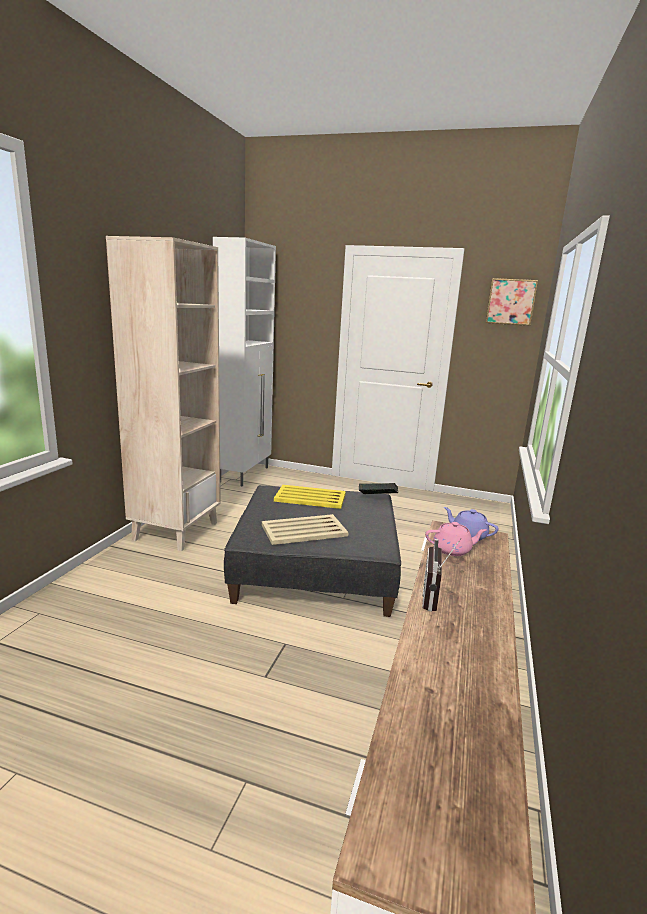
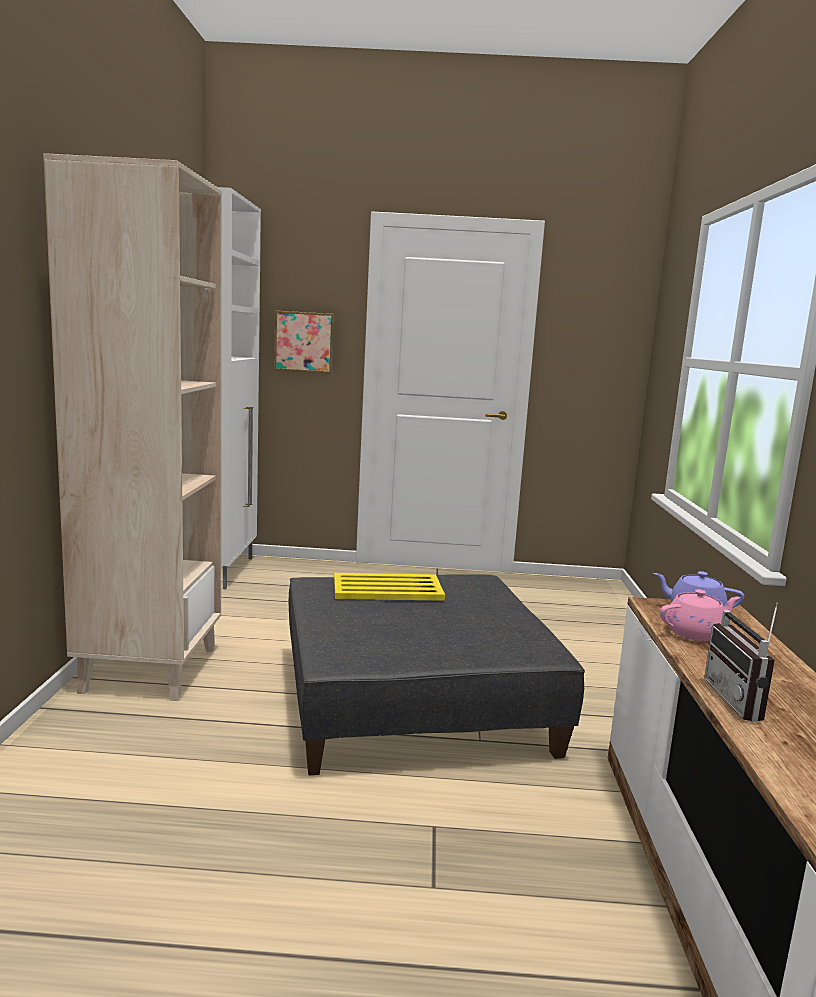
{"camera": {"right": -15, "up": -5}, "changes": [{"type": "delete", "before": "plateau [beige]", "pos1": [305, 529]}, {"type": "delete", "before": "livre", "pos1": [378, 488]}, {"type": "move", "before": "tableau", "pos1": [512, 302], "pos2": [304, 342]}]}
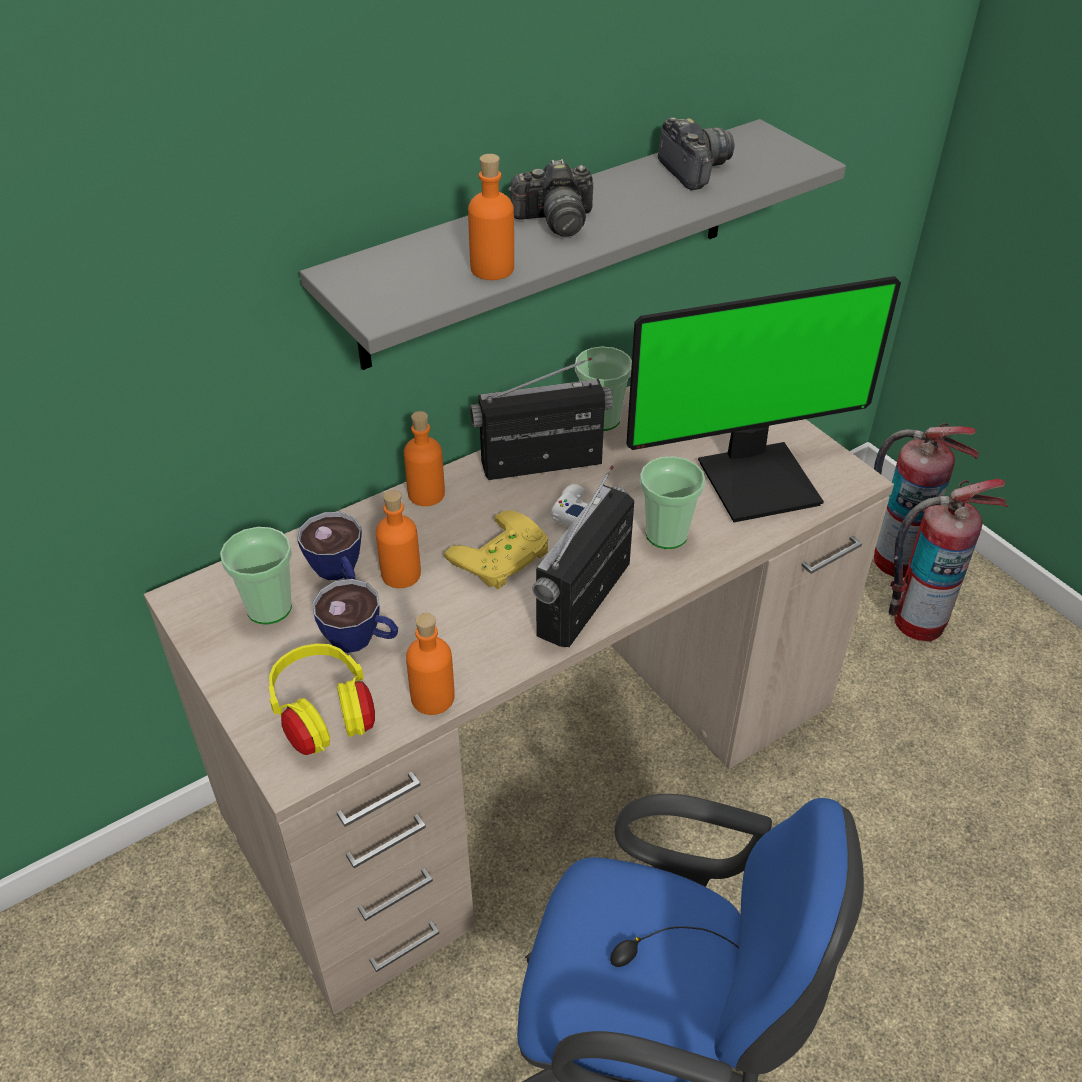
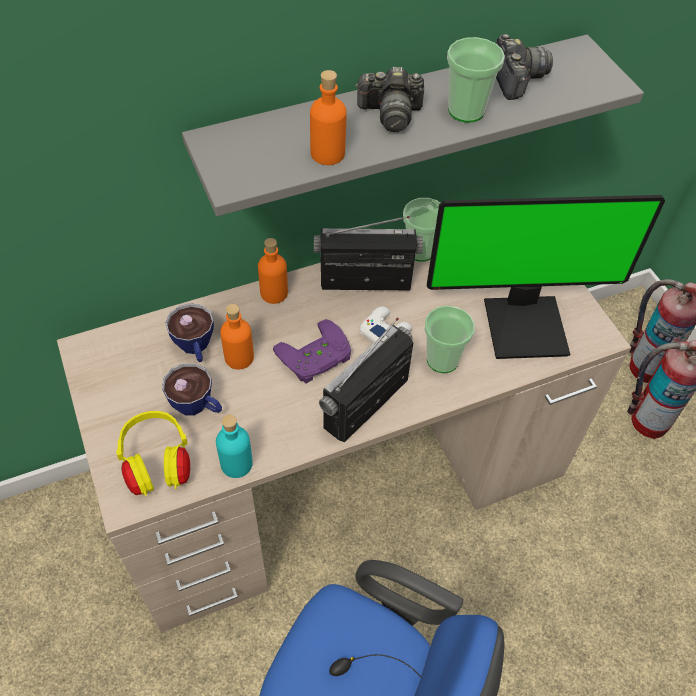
{"camera": {"right": 10, "up": 10}, "changes": [{"type": "move", "before": "tasse", "pos1": [256, 576], "pos2": [476, 80]}, {"type": "recolor", "before": "bouteille [orange]", "after": "bouteille [turquoise]", "pos1": [430, 664], "pos2": [234, 446]}, {"type": "recolor", "before": "manette [jaune]", "after": "manette [violet]", "pos1": [496, 550], "pos2": [312, 351]}]}
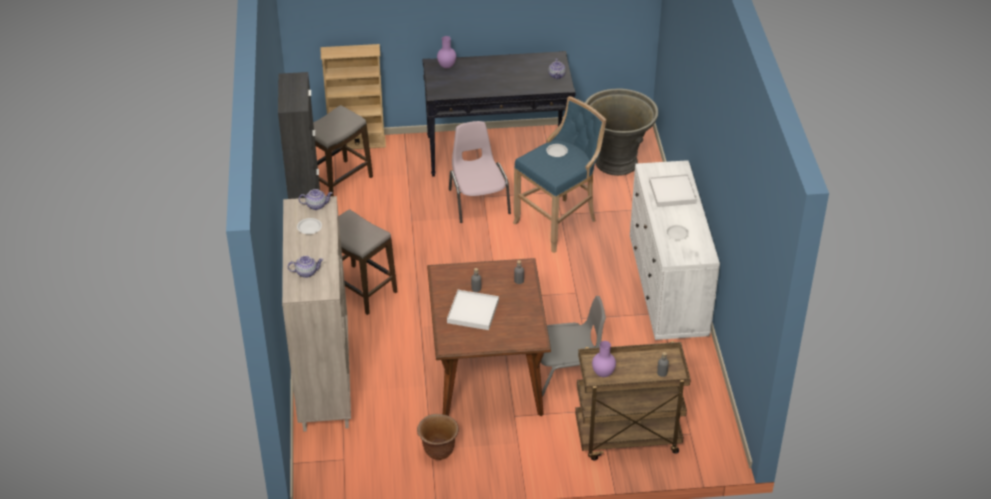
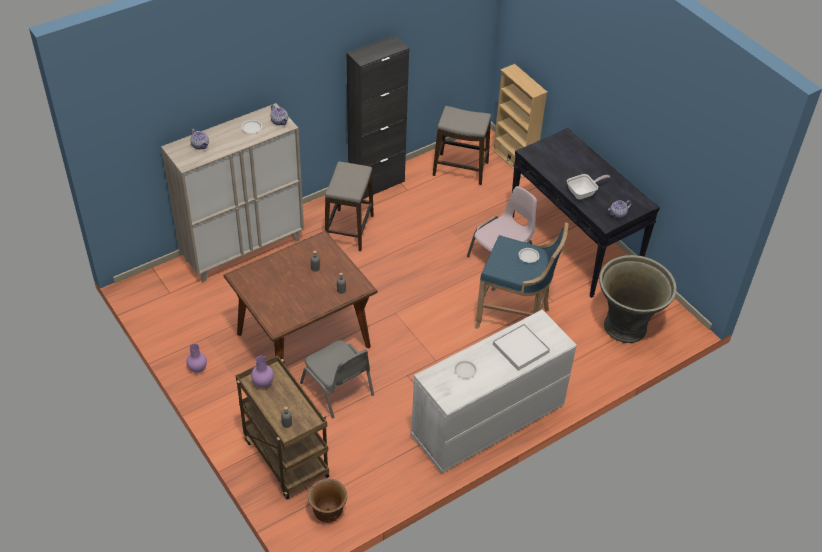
{"camera": {"right": 60, "up": 5}, "changes": [{"type": "move", "before": "cache-pot [marron]", "pos1": [438, 437], "pos2": [327, 501]}, {"type": "move", "before": "vase [violet]", "pos1": [446, 52], "pos2": [197, 358]}, {"type": "delete", "before": "plateau [blanc]", "pos1": [473, 310]}, {"type": "insert", "after": "poêle", "pos2": [588, 187]}]}
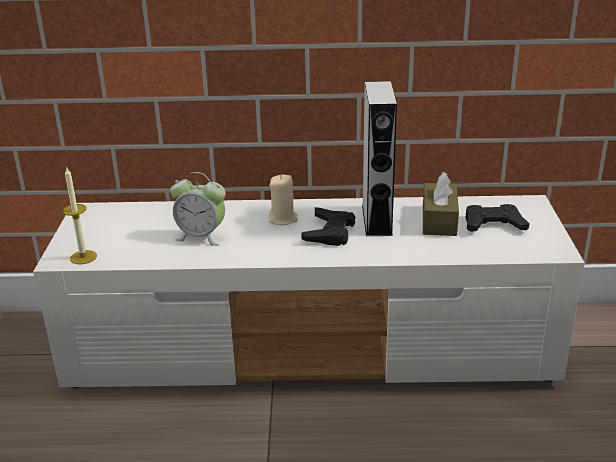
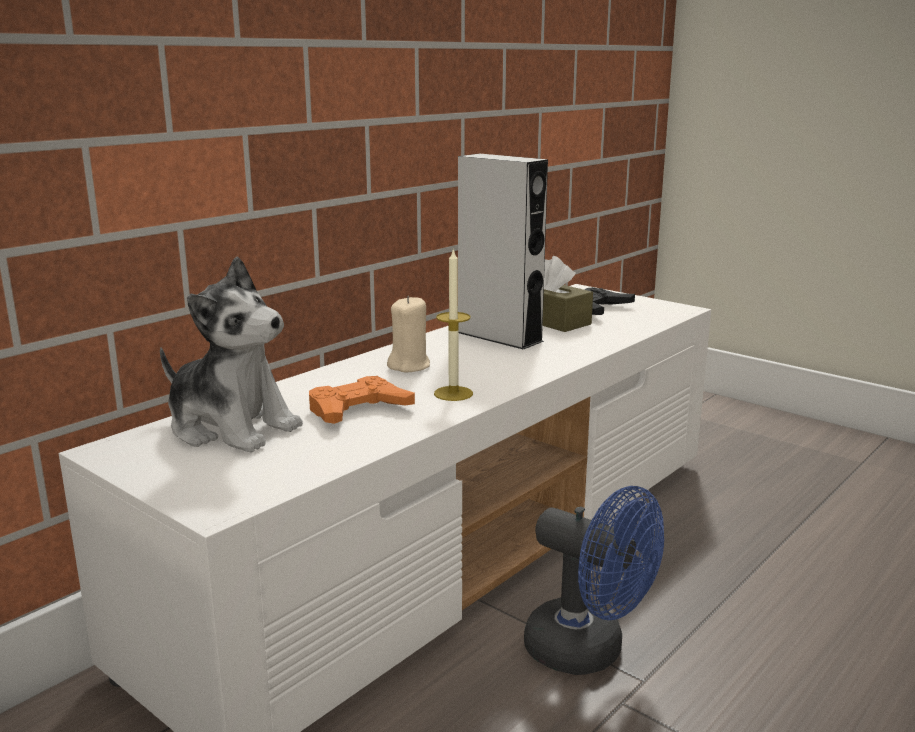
{"camera": {"right": -50, "up": -10}, "changes": [{"type": "move", "before": "bougie", "pos1": [80, 215], "pos2": [453, 324]}, {"type": "replace", "before": "réveil", "after": "manette [orange]", "pos1": [198, 209], "pos2": [362, 400]}, {"type": "delete", "before": "manette [noir]", "pos1": [328, 226]}, {"type": "insert", "after": "peluche", "pos2": [231, 354]}, {"type": "insert", "after": "ventilateur [bleu]", "pos2": [594, 580]}]}
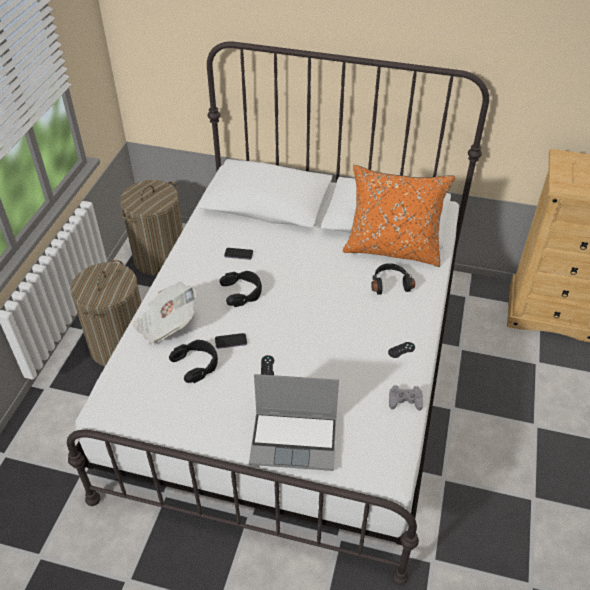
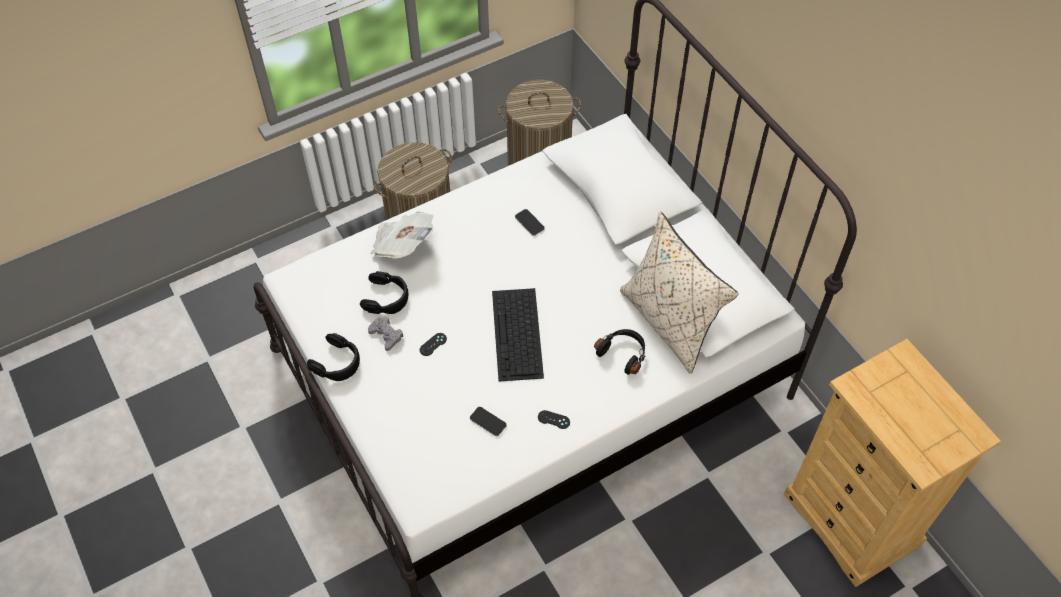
{"camera": {"right": 45, "up": 10}, "changes": [{"type": "move", "before": "téléphone", "pos1": [231, 341], "pos2": [488, 421]}, {"type": "move", "before": "casque audio [noir]", "pos1": [240, 289], "pos2": [333, 357]}, {"type": "delete", "before": "ordinateur portable", "pos1": [294, 422]}, {"type": "recolor", "before": "coussin [orange]", "after": "coussin [beige]", "pos1": [399, 216], "pos2": [679, 293]}, {"type": "move", "before": "manette [gris]", "pos1": [406, 398], "pos2": [385, 333]}, {"type": "insert", "after": "clavier", "pos2": [518, 334]}]}
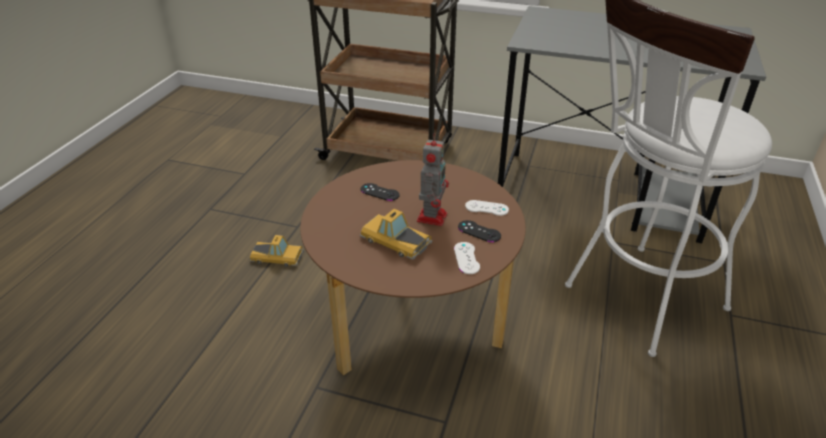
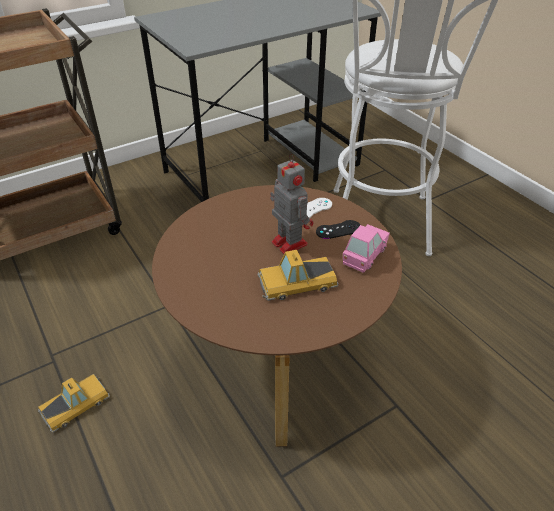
{"camera": {"right": -50, "up": 5}, "changes": [{"type": "delete", "before": "manette [noir]", "pos1": [380, 192]}, {"type": "replace", "before": "manette [blanc]", "after": "petite voiture [rose]", "pos1": [467, 258], "pos2": [366, 248]}]}
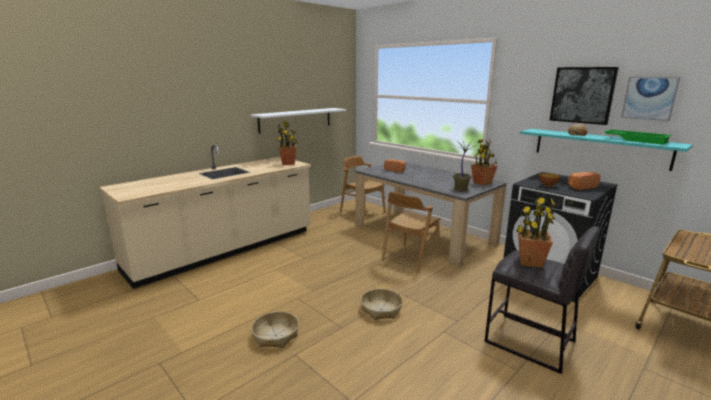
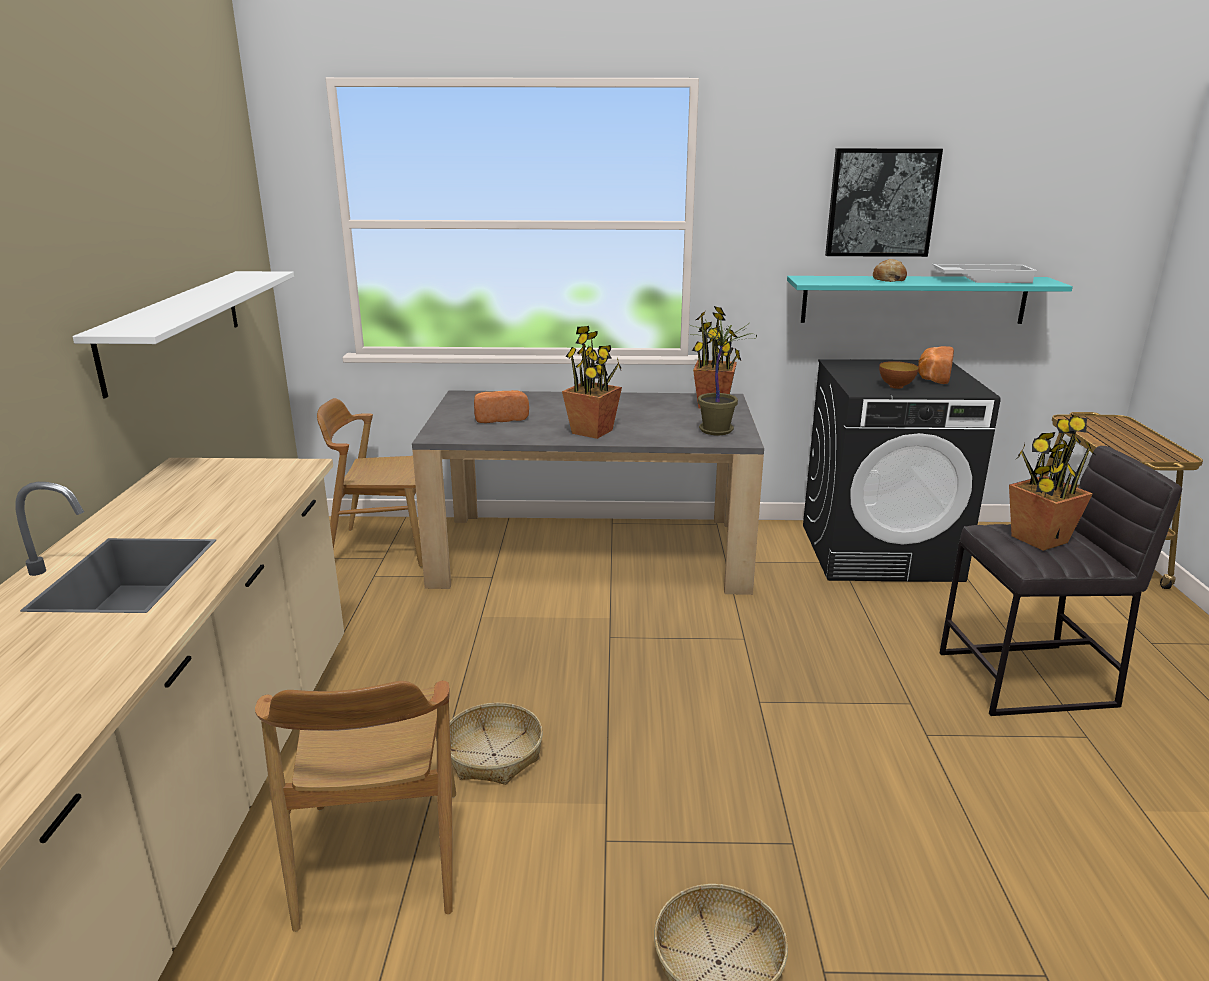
{"camera": {"right": -45, "up": 5}, "changes": [{"type": "move", "before": "plante en pot", "pos1": [287, 143], "pos2": [592, 382]}, {"type": "move", "before": "panier", "pos1": [382, 304], "pos2": [496, 744]}, {"type": "move", "before": "chaise [marron]", "pos1": [411, 232], "pos2": [355, 806]}, {"type": "recolor", "before": "plateau [vert]", "after": "plateau [blanc]", "pos1": [637, 137], "pos2": [985, 273]}, {"type": "delete", "before": "tableau", "pos1": [650, 99]}]}
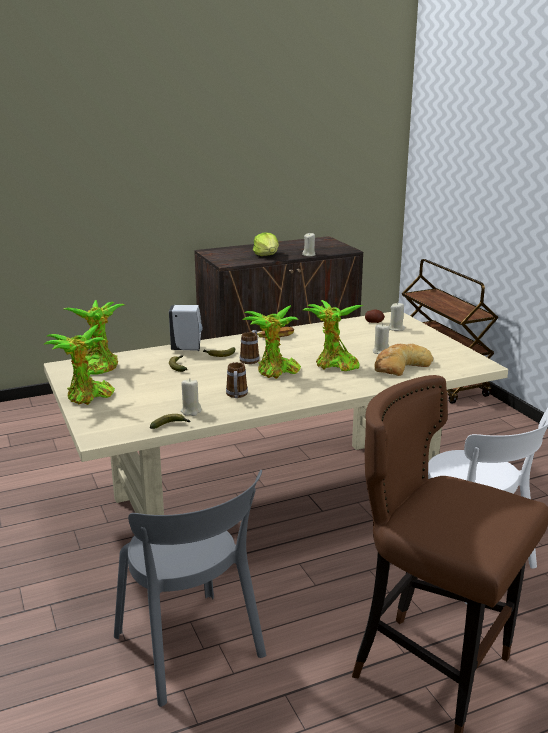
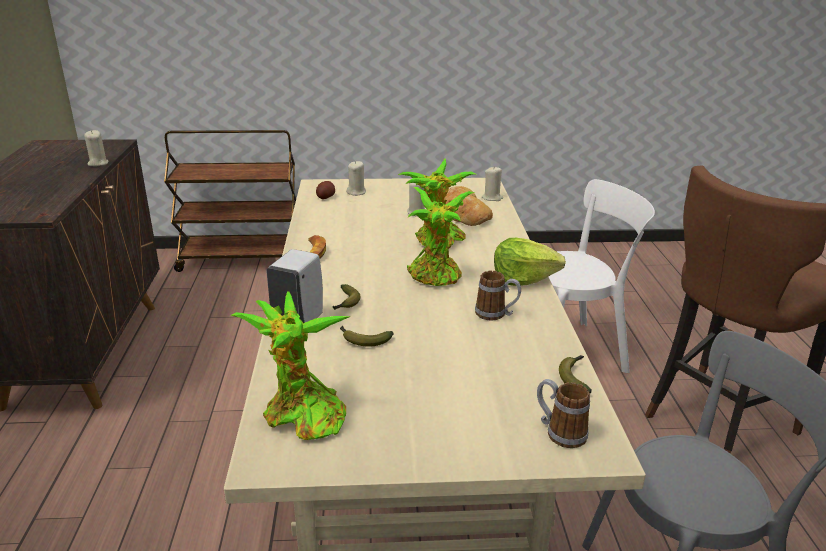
{"camera": {"right": -70, "up": 5}, "changes": [{"type": "delete", "before": "plante en pot", "pos1": [79, 364]}, {"type": "move", "before": "bougie [beige]", "pos1": [191, 397], "pos2": [492, 183]}, {"type": "move", "before": "mug", "pos1": [250, 347], "pos2": [563, 413]}, {"type": "move", "before": "laitue", "pos1": [266, 244], "pos2": [530, 262]}]}
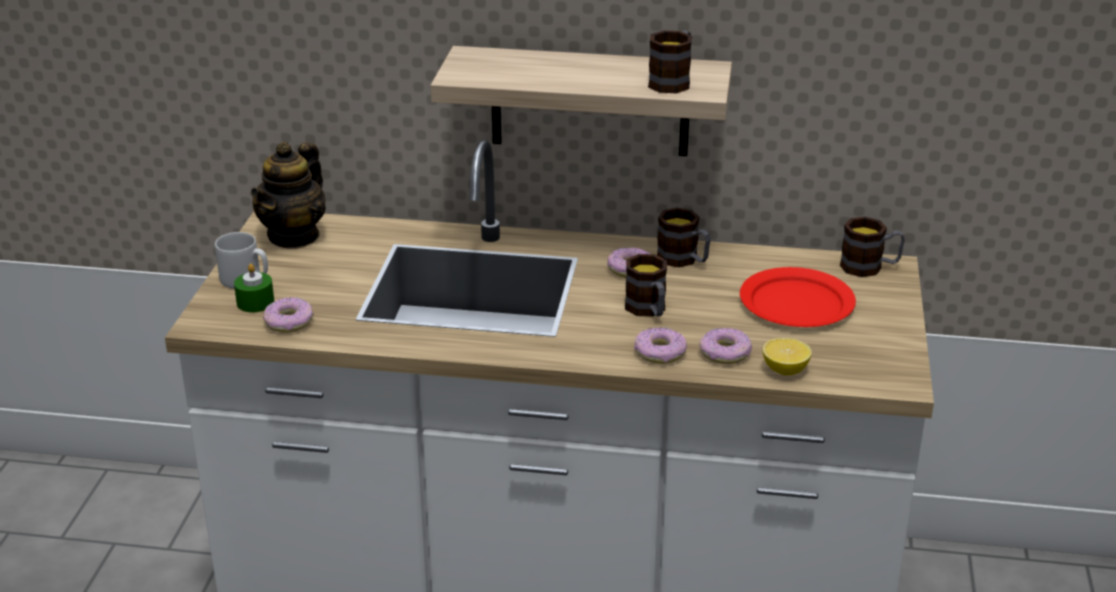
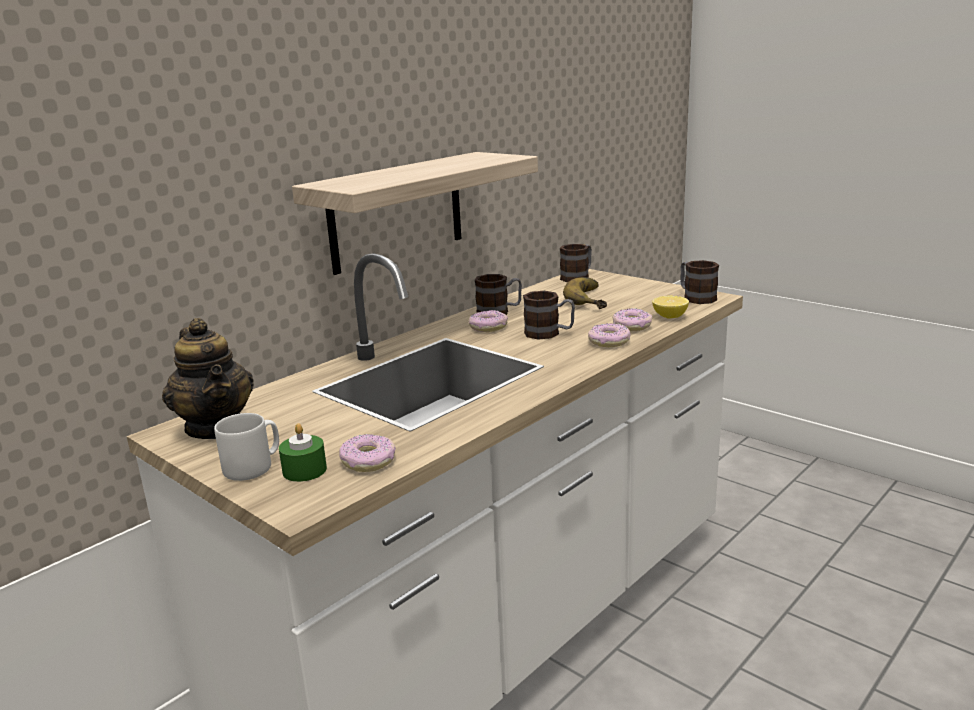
{"camera": {"right": -55, "up": -10}, "changes": [{"type": "move", "before": "mug", "pos1": [670, 61], "pos2": [699, 282]}, {"type": "replace", "before": "assiette [rouge]", "after": "banane", "pos1": [798, 297], "pos2": [585, 293]}]}
